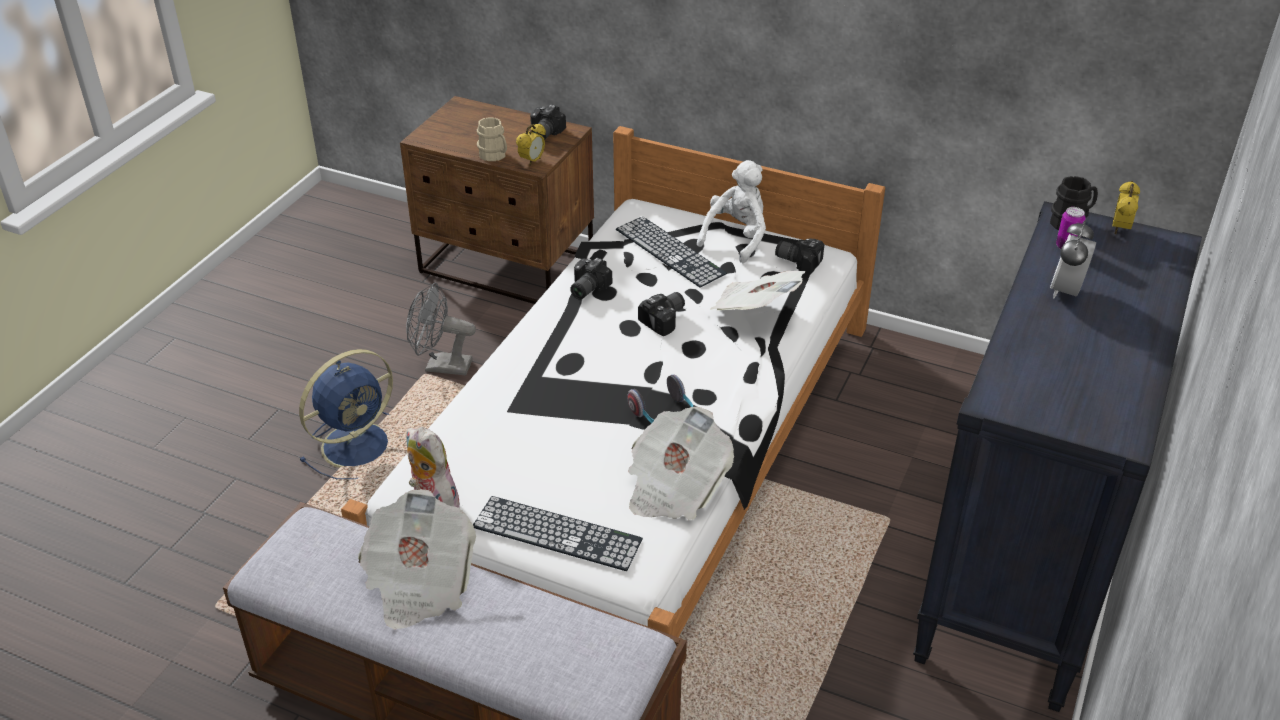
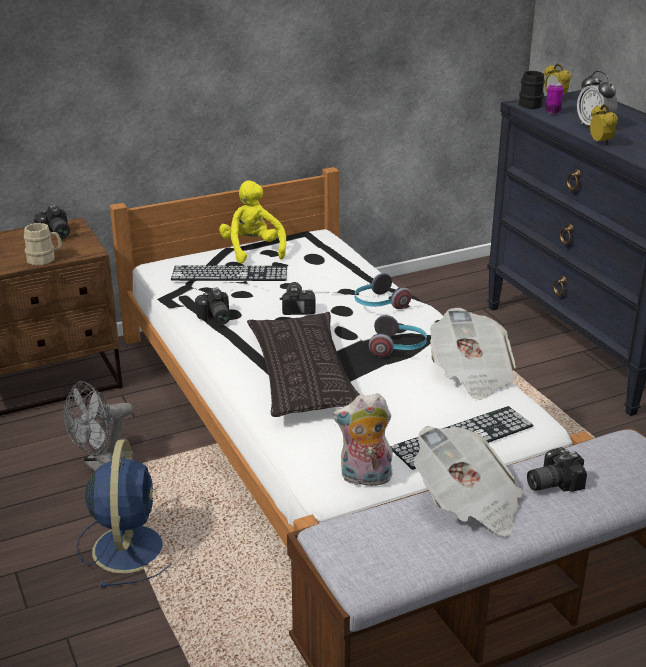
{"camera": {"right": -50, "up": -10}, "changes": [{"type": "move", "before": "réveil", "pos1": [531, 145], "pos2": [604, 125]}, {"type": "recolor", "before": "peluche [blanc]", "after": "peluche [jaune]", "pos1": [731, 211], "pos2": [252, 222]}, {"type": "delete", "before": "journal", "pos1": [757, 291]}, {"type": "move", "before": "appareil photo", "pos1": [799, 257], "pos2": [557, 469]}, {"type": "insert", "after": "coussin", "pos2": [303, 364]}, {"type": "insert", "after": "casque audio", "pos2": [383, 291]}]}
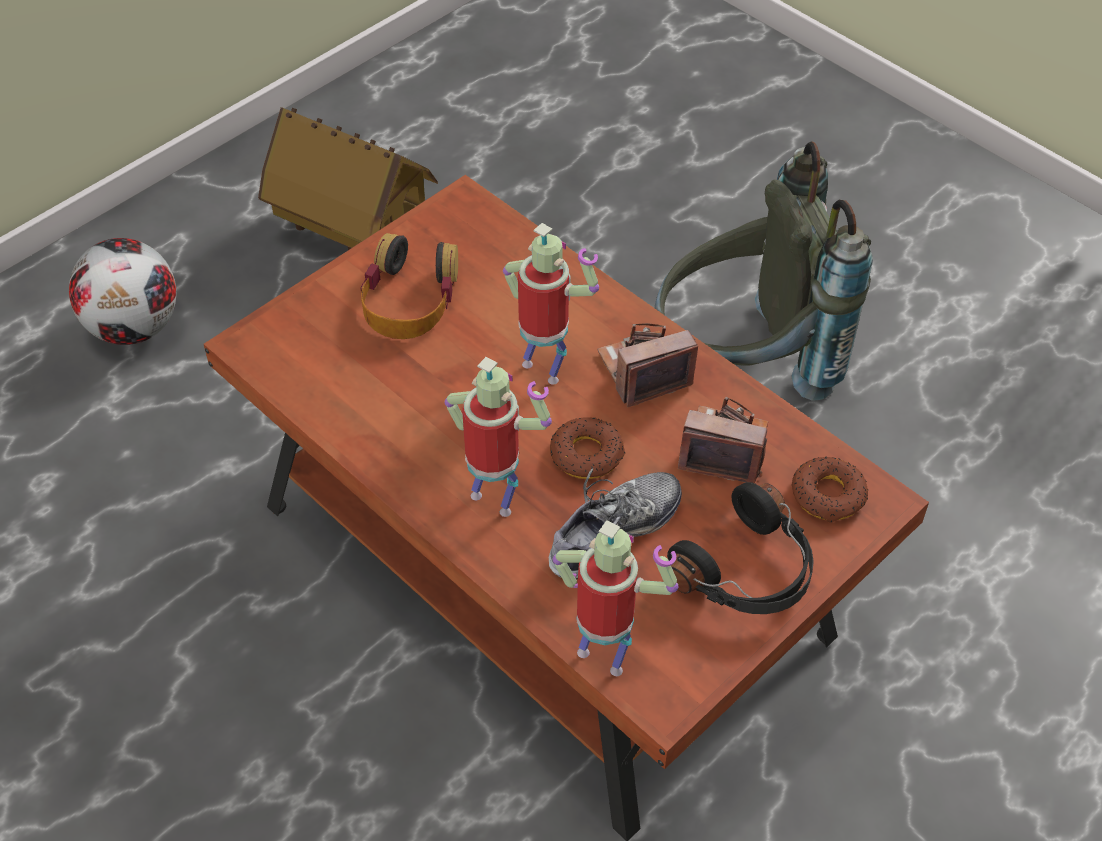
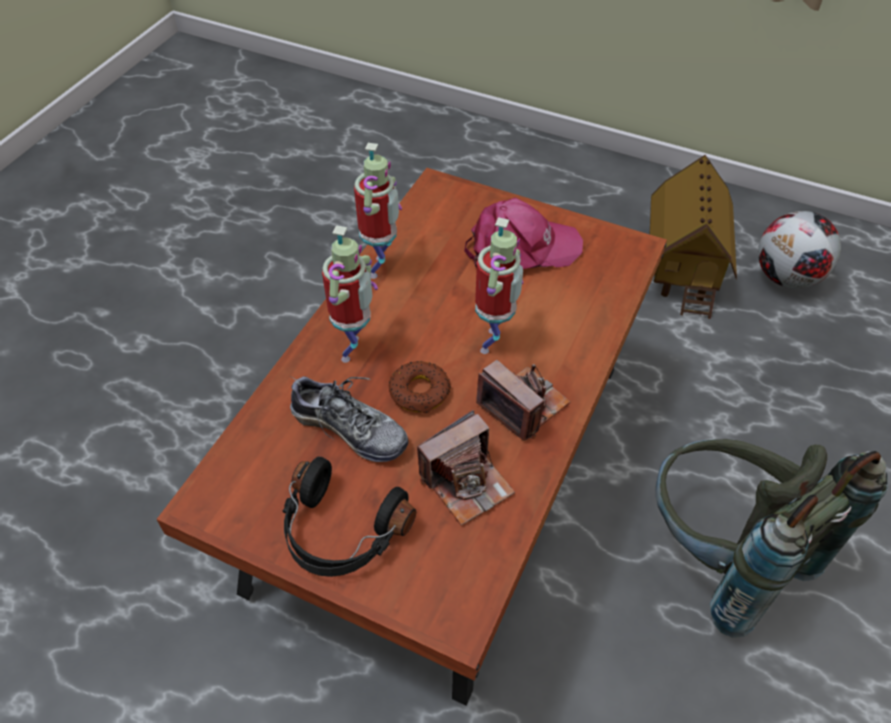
{"camera": {"right": 70, "up": 0}, "changes": [{"type": "move", "before": "ballon de foot", "pos1": [122, 291], "pos2": [799, 250]}, {"type": "replace", "before": "casque audio", "after": "casquette [rose]", "pos1": [409, 286], "pos2": [523, 233]}, {"type": "move", "before": "robot jouet", "pos1": [615, 598], "pos2": [378, 211]}, {"type": "rotate", "before": "appareil photo", "pos1": [723, 440], "pos2": [466, 467], "turn": 60}, {"type": "delete", "before": "beignet", "pos1": [830, 489]}]}
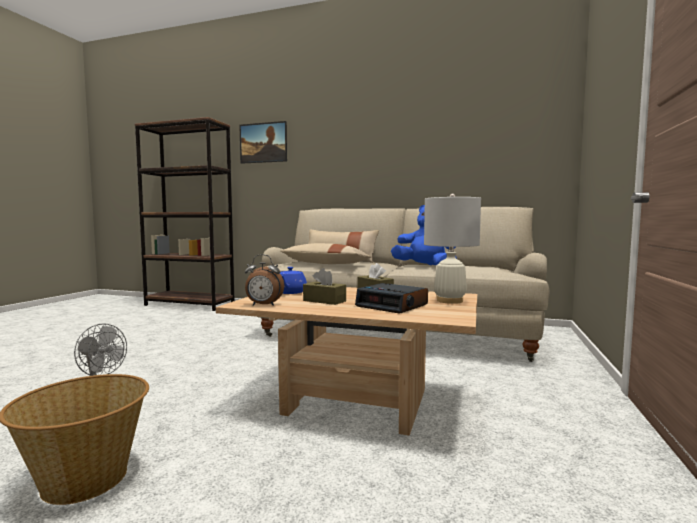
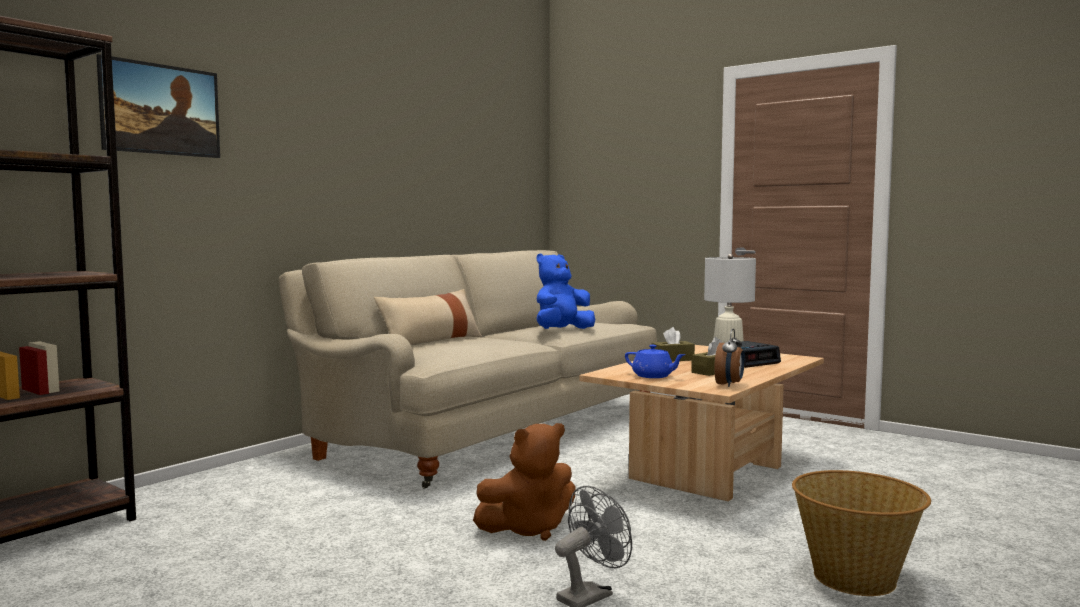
{"camera": {"right": -70, "up": 0}, "changes": [{"type": "delete", "before": "coussin [beige]", "pos1": [326, 253]}, {"type": "insert", "after": "peluche [marron]", "pos2": [524, 482]}]}
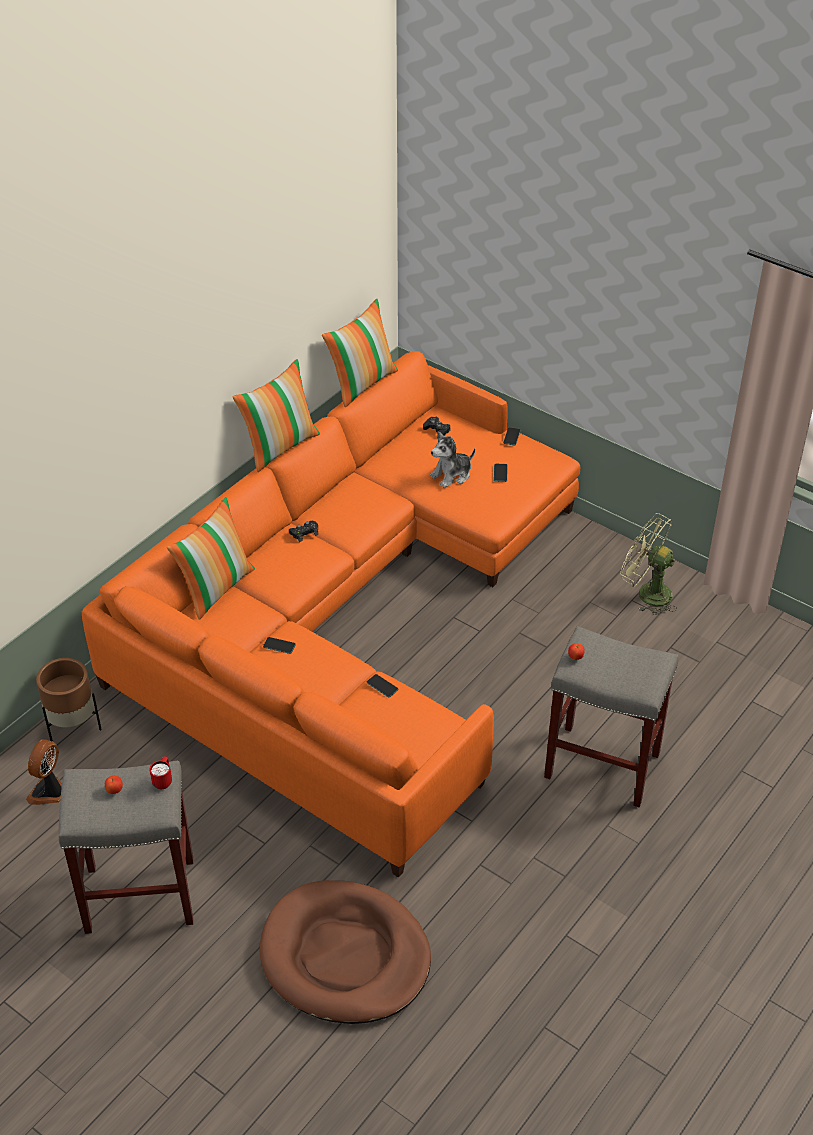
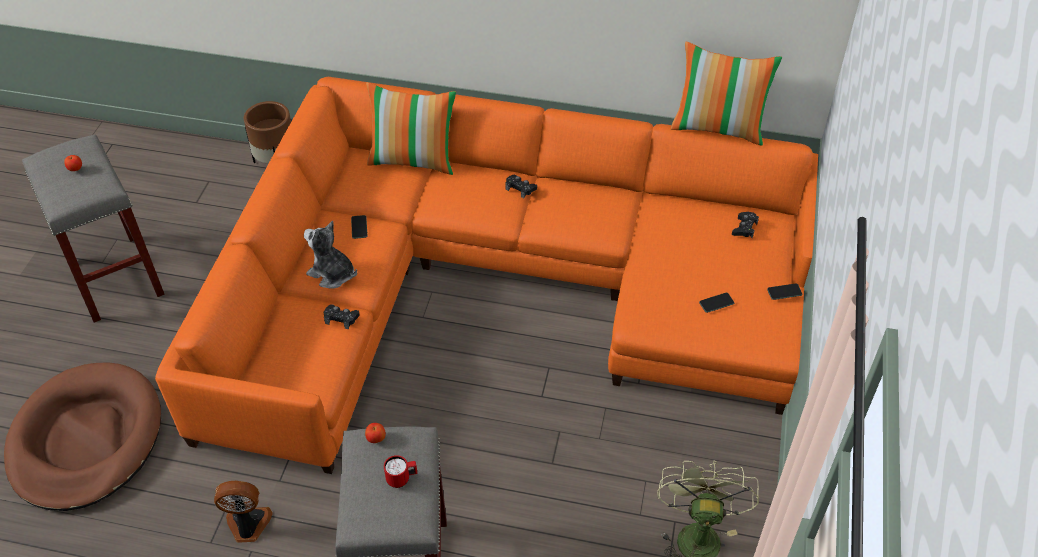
{"camera": {"right": 65, "up": 5}, "changes": [{"type": "move", "before": "ventilateur", "pos1": [44, 772], "pos2": [243, 512]}, {"type": "move", "before": "mug [rouge]", "pos1": [160, 772], "pos2": [400, 471]}, {"type": "delete", "before": "coussin", "pos1": [276, 415]}, {"type": "replace", "before": "téléphone", "after": "manette [noir]", "pos1": [382, 685], "pos2": [342, 316]}, {"type": "move", "before": "peluche", "pos1": [452, 460], "pos2": [330, 255]}]}
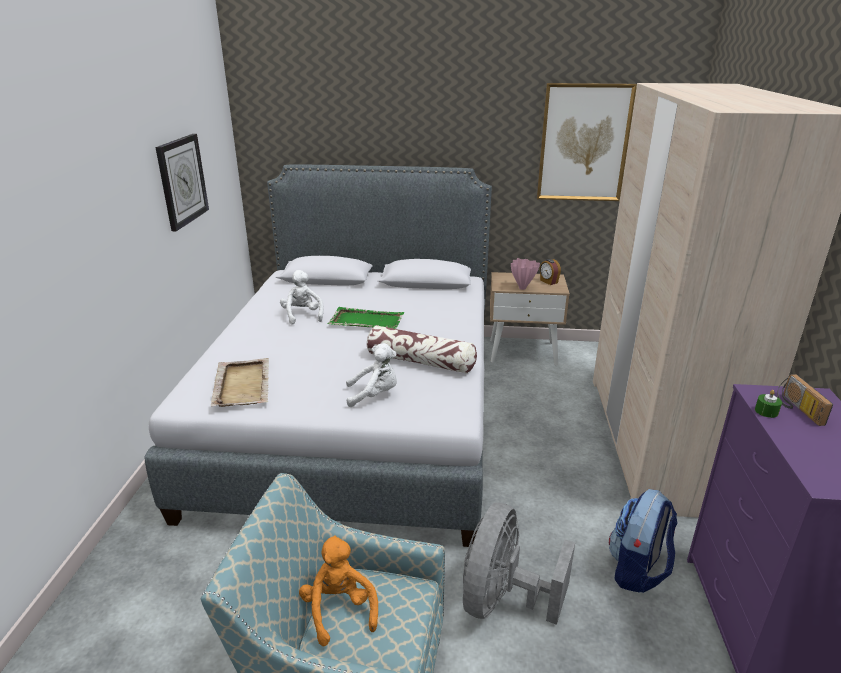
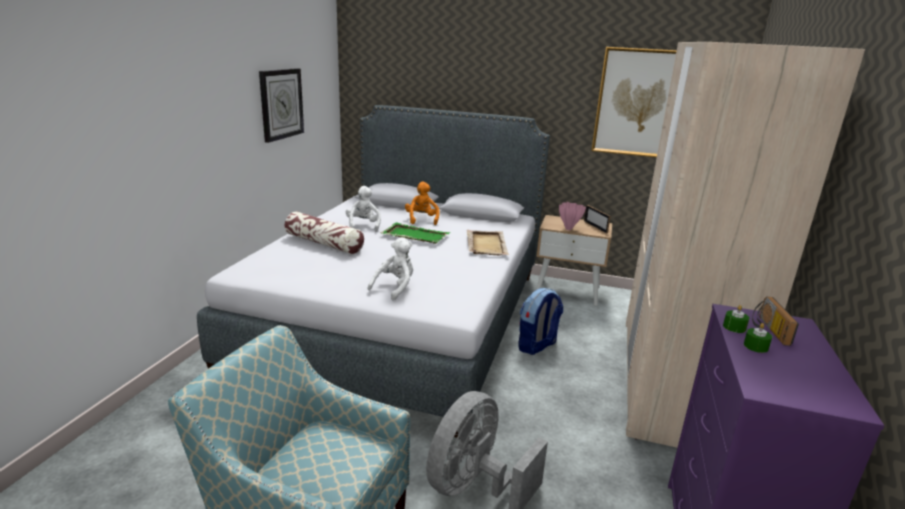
{"camera": {"right": 10, "up": -5}, "changes": [{"type": "move", "before": "plateau [beige]", "pos1": [240, 382], "pos2": [488, 243]}, {"type": "move", "before": "peluche [orange]", "pos1": [338, 590], "pos2": [422, 203]}, {"type": "rotate", "before": "peluche [blanc]", "pos1": [371, 375], "pos2": [390, 269], "turn": -60}, {"type": "move", "before": "coussin", "pos1": [422, 349], "pos2": [324, 233]}, {"type": "replace", "before": "réveil", "after": "cadre photo", "pos1": [550, 272], "pos2": [597, 219]}, {"type": "move", "before": "sac à dos", "pos1": [643, 541], "pos2": [540, 321]}, {"type": "insert", "after": "bougie [vert]", "pos2": [758, 338]}]}
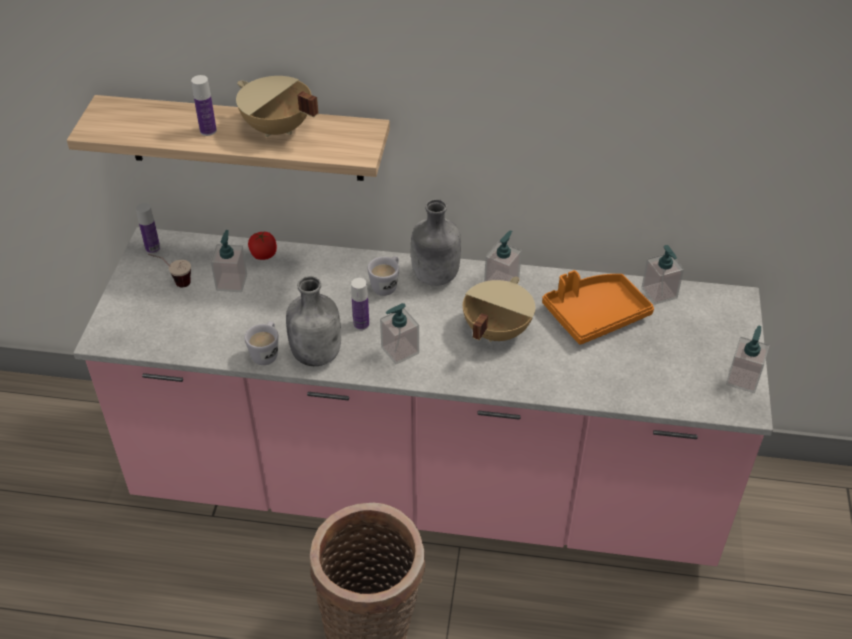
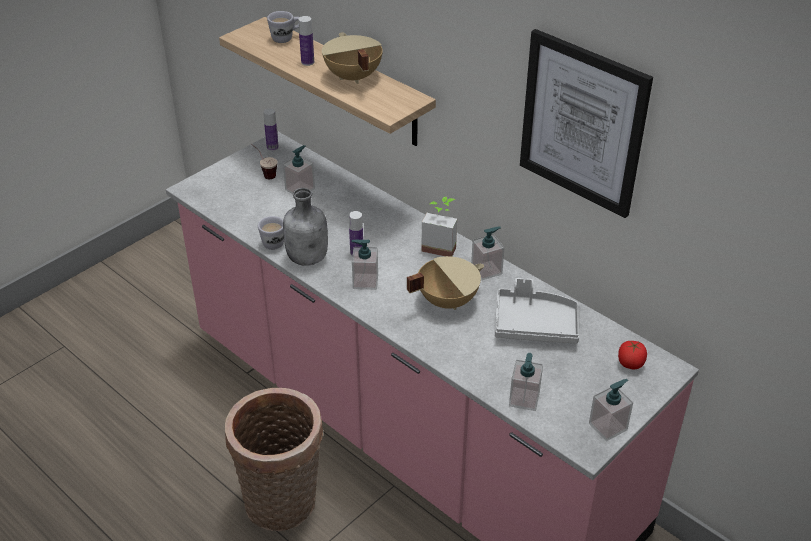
{"camera": {"right": 35, "up": -5}, "changes": [{"type": "move", "before": "tomate", "pos1": [262, 245], "pos2": [632, 354]}, {"type": "move", "before": "mug [blanc]", "pos1": [383, 276], "pos2": [283, 27]}, {"type": "replace", "before": "bouteille [gris]", "after": "plante en pot", "pos1": [436, 242], "pos2": [439, 227]}, {"type": "recolor", "before": "plateau [orange]", "after": "plateau [gris]", "pos1": [598, 307], "pos2": [537, 311]}, {"type": "move", "before": "distributeur de savon", "pos1": [662, 275], "pos2": [526, 382]}, {"type": "insert", "after": "tableau", "pos2": [586, 123]}]}
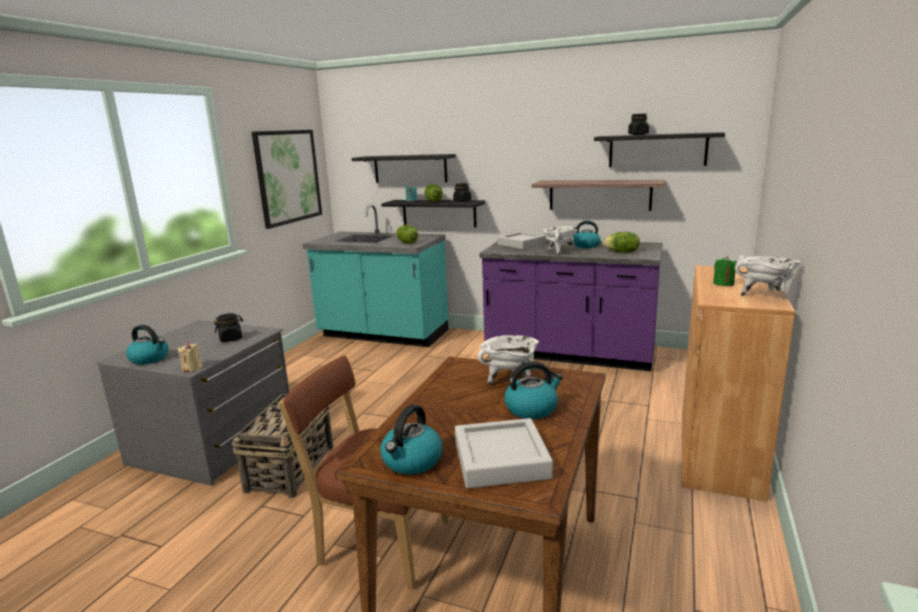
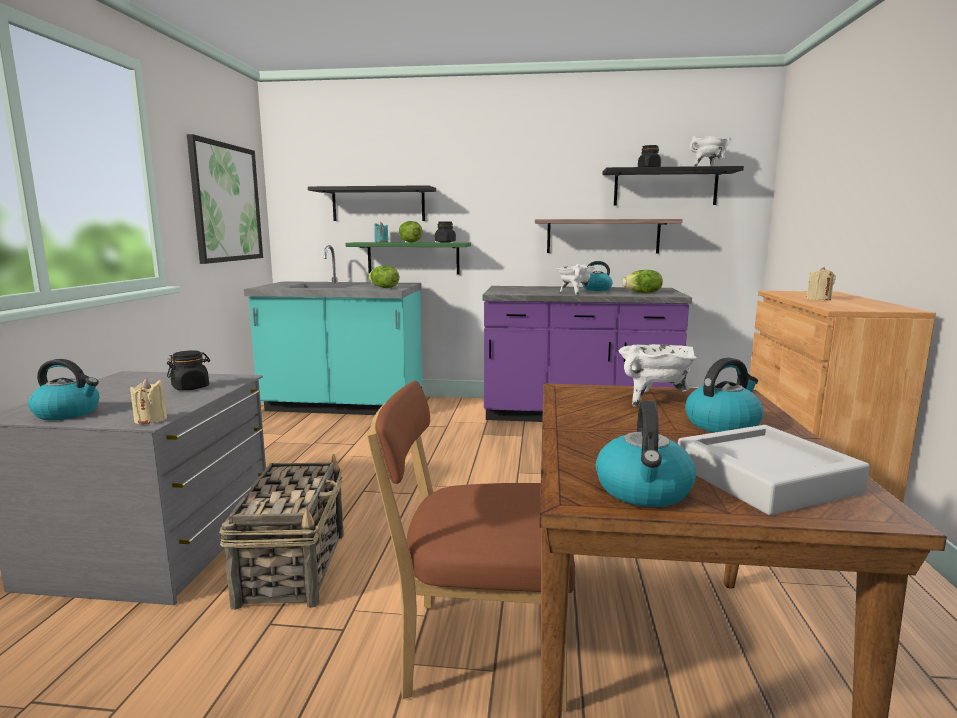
{"camera": {"right": -15, "up": -5}, "changes": [{"type": "recolor", "before": "étagère [noir]", "after": "étagère [vert]", "pos1": [433, 213], "pos2": [408, 258]}, {"type": "delete", "before": "plateau [gris]", "pos1": [522, 240]}, {"type": "recolor", "before": "bougie [vert]", "after": "bougie [beige]", "pos1": [725, 271], "pos2": [821, 283]}, {"type": "move", "before": "marmite [blanc]", "pos1": [768, 275], "pos2": [711, 151]}]}
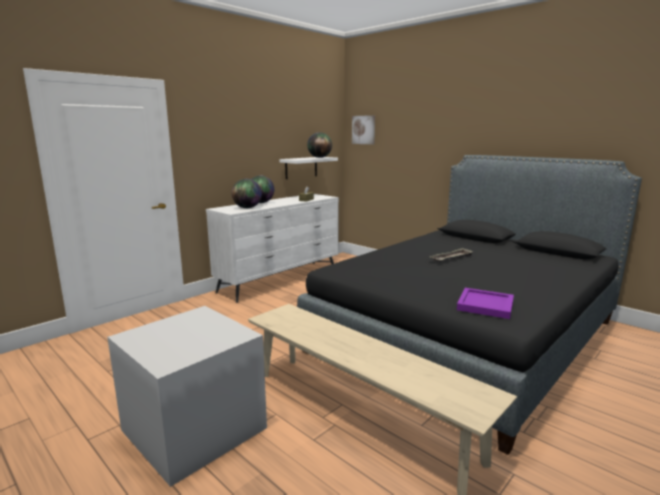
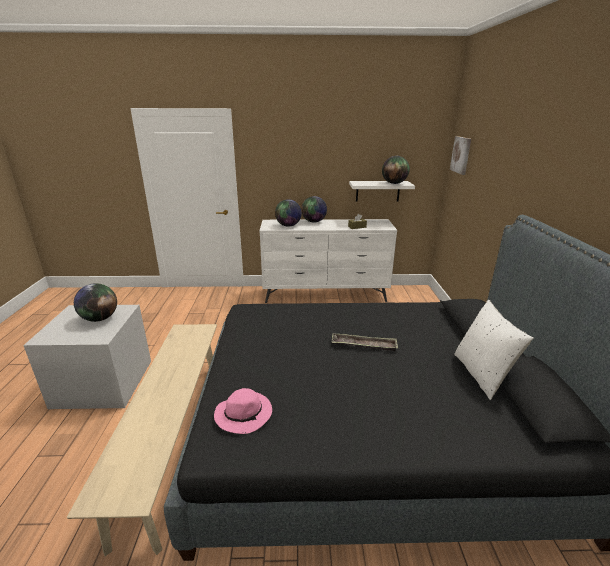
{"camera": {"right": 45, "up": 10}, "changes": [{"type": "replace", "before": "plateau [violet]", "after": "chapeau [rose]", "pos1": [485, 303], "pos2": [243, 411]}, {"type": "insert", "after": "globe", "pos2": [95, 302]}, {"type": "insert", "after": "coussin [blanc]", "pos2": [494, 350]}]}
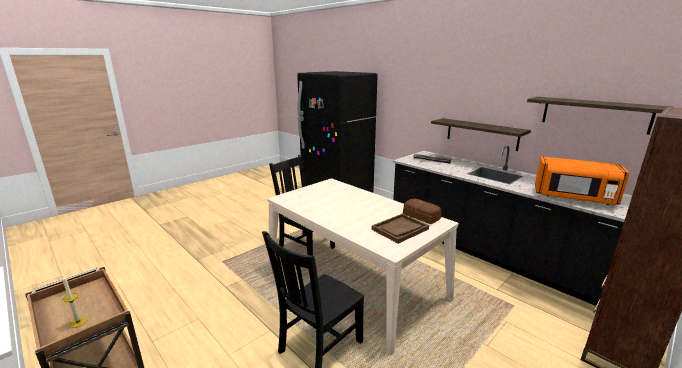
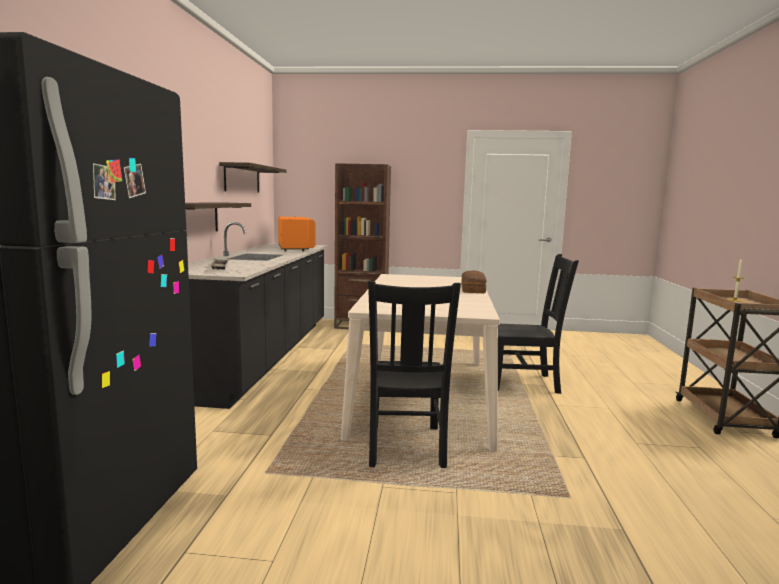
{"camera": {"right": -130, "up": -10}, "changes": [{"type": "delete", "before": "plateau [marron]", "pos1": [400, 229]}, {"type": "move", "before": "pain", "pos1": [422, 211], "pos2": [474, 282]}]}
